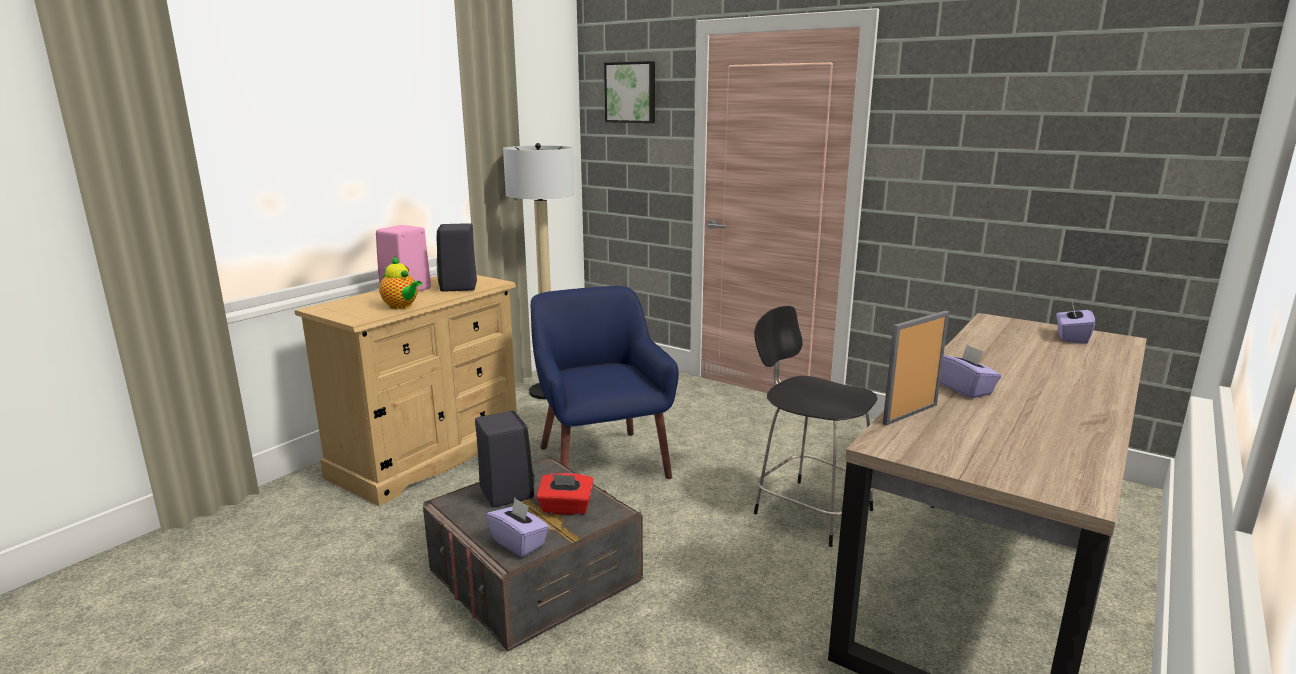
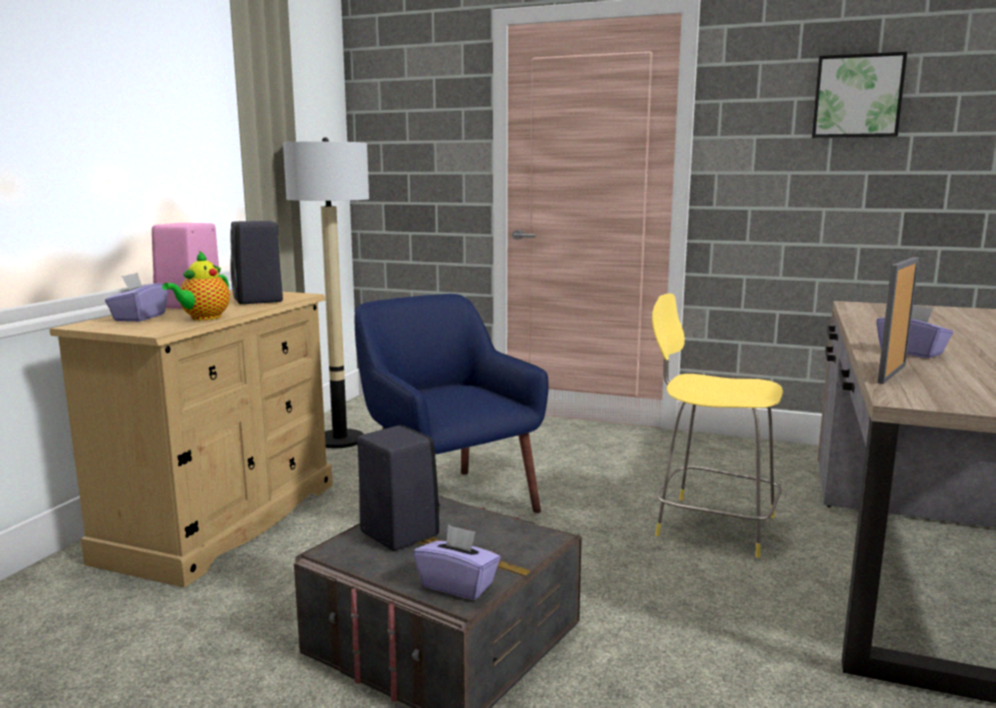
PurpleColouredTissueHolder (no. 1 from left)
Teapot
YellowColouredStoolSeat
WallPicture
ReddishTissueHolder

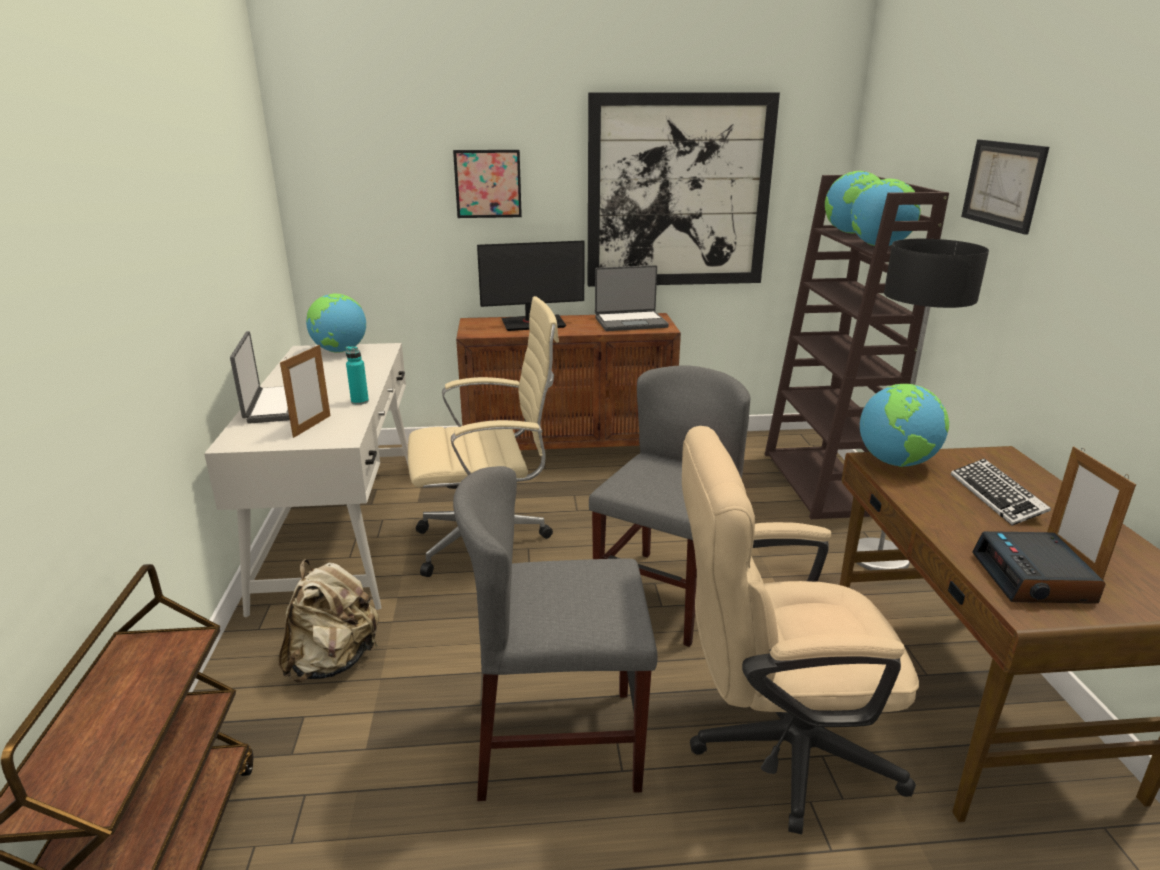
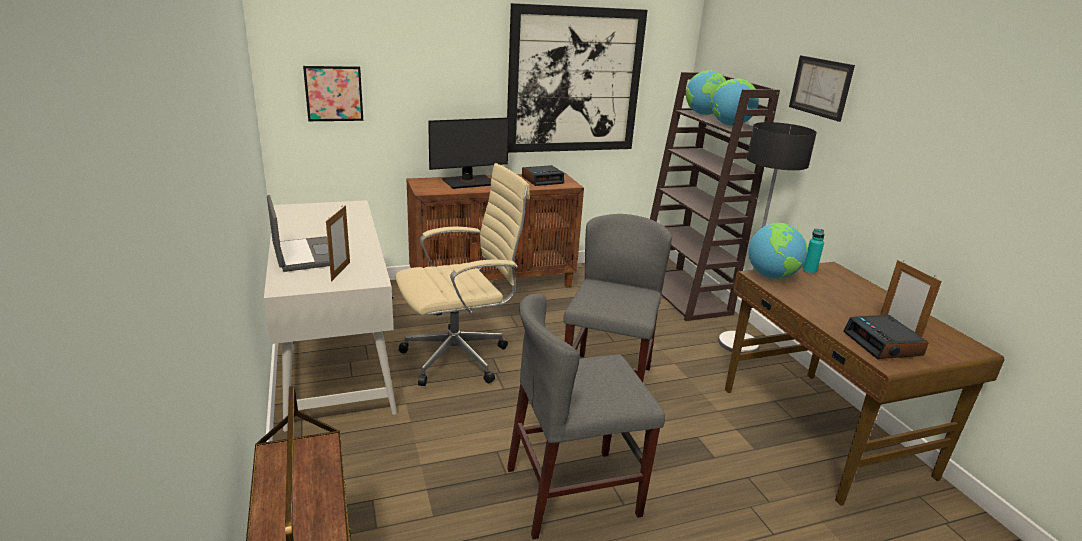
WallPicture (no. 1 from left)
TableClock (no. 1 from left)
TurquoiseBottle
BeigeBackpack
Globe (no. 1 from left in the first image)
BeigeOfficeChair (no. 2 from left in the first image)
ComputerKeyboard

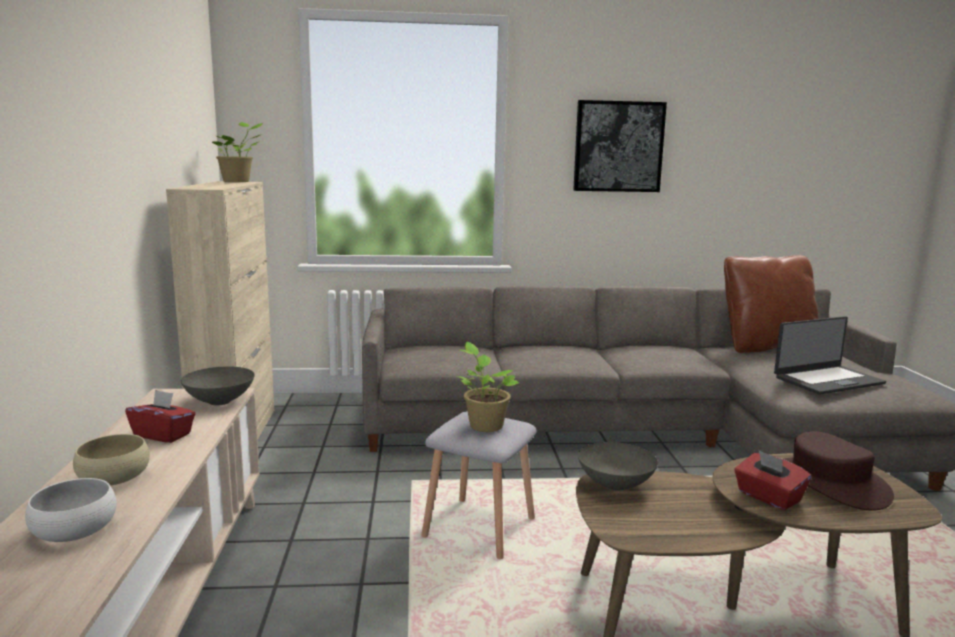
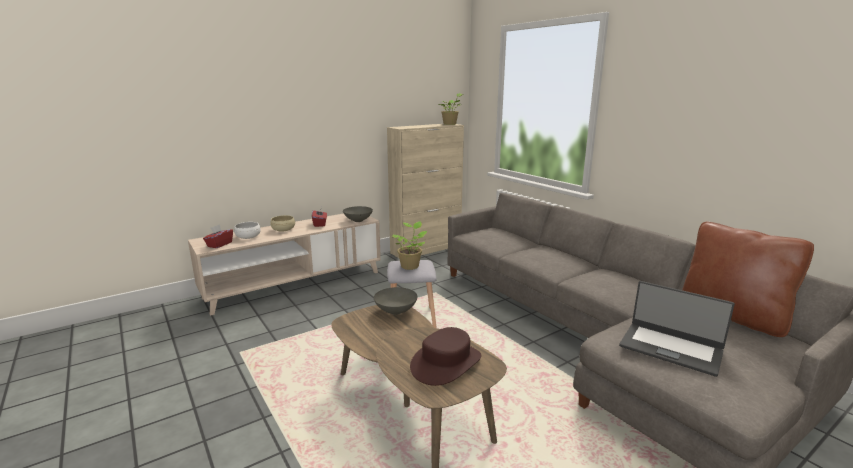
ReddishTissueHolder (no. 1 from left)
WallPicture

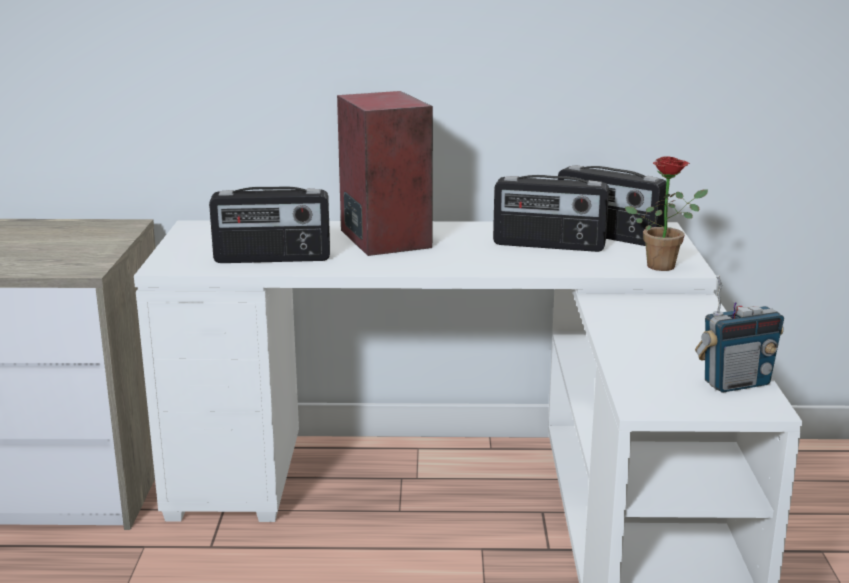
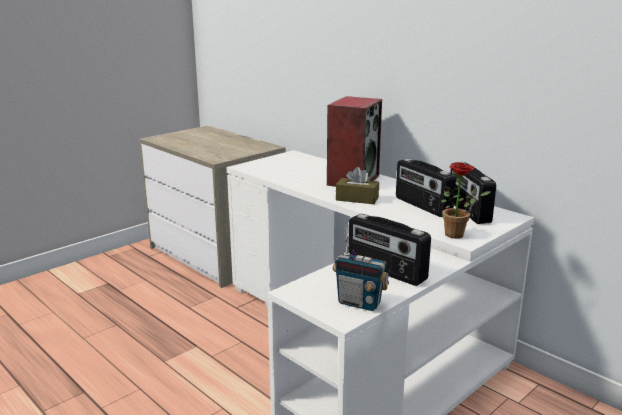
BrownTissueHolder
RadioSet (no. 2 from left)

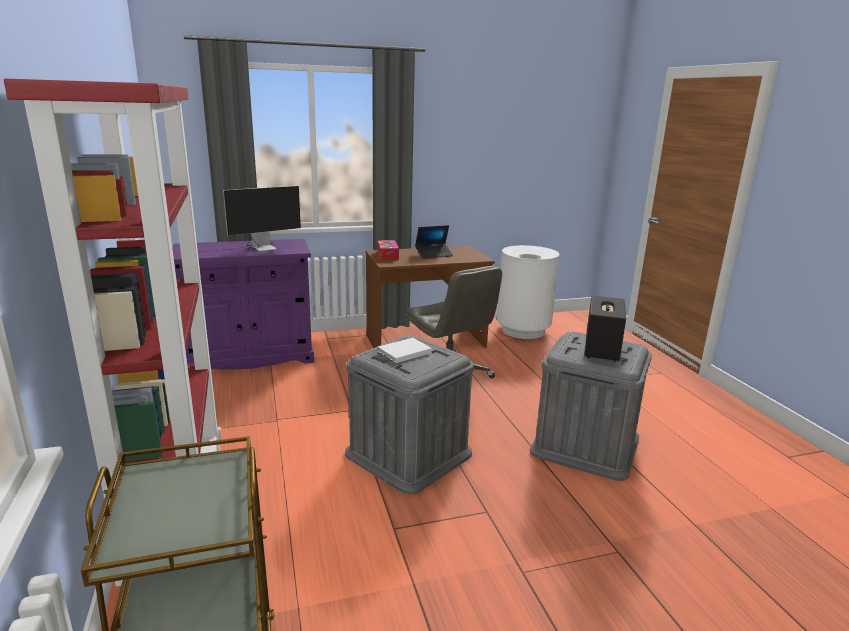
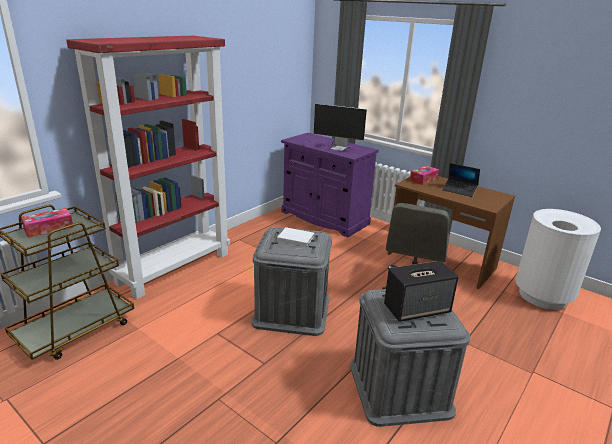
TissueHolder (no. 1 from left)

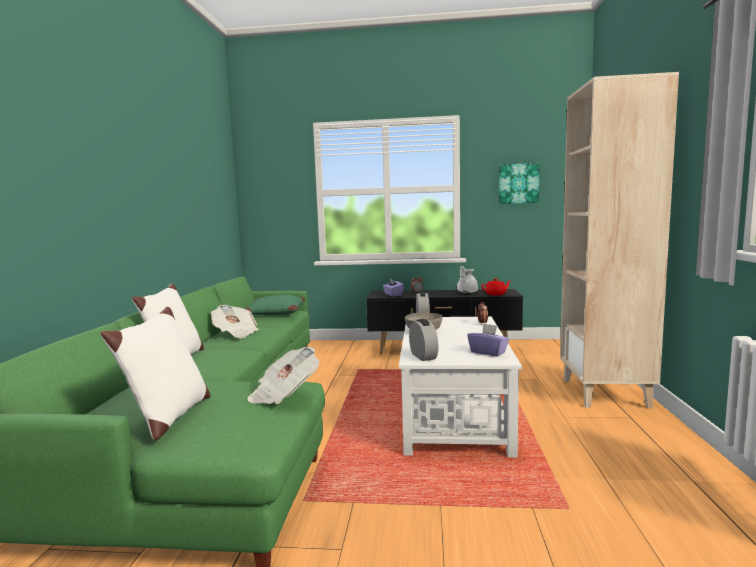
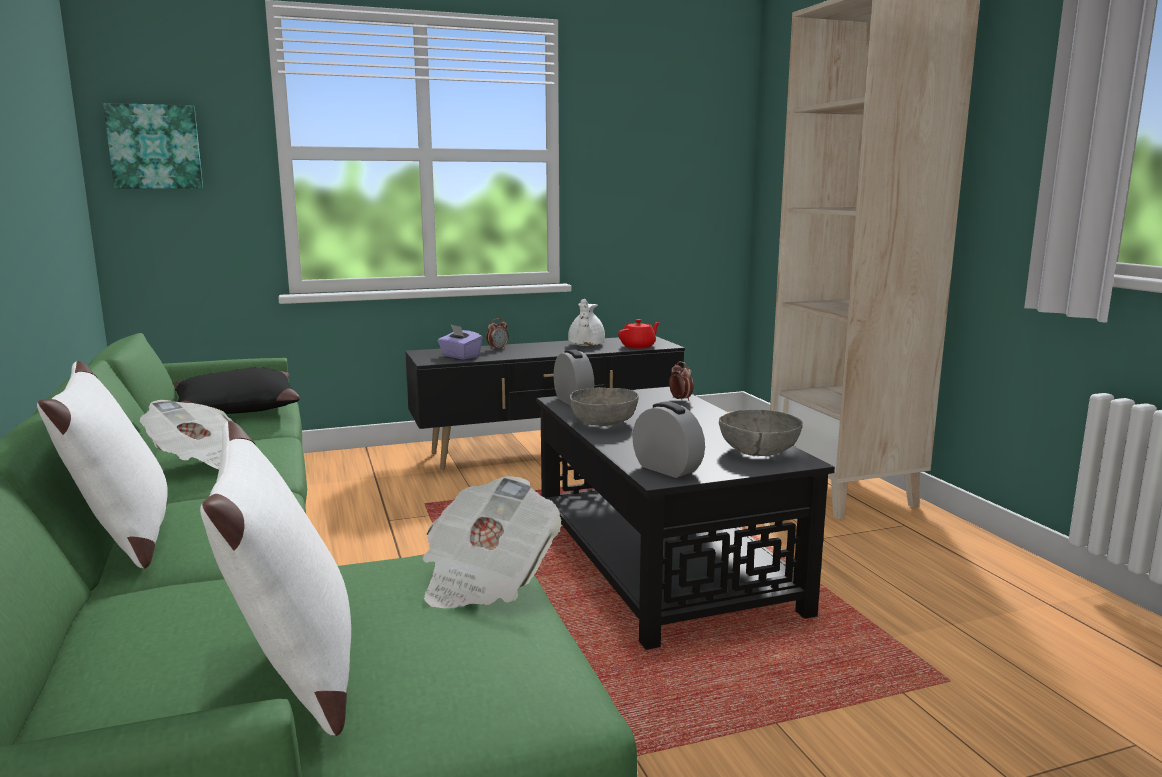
WallPicture
BlackColouredThrowPillow
BlackColouredLoungeTable
GreyServingBowl (no. 2 from left)

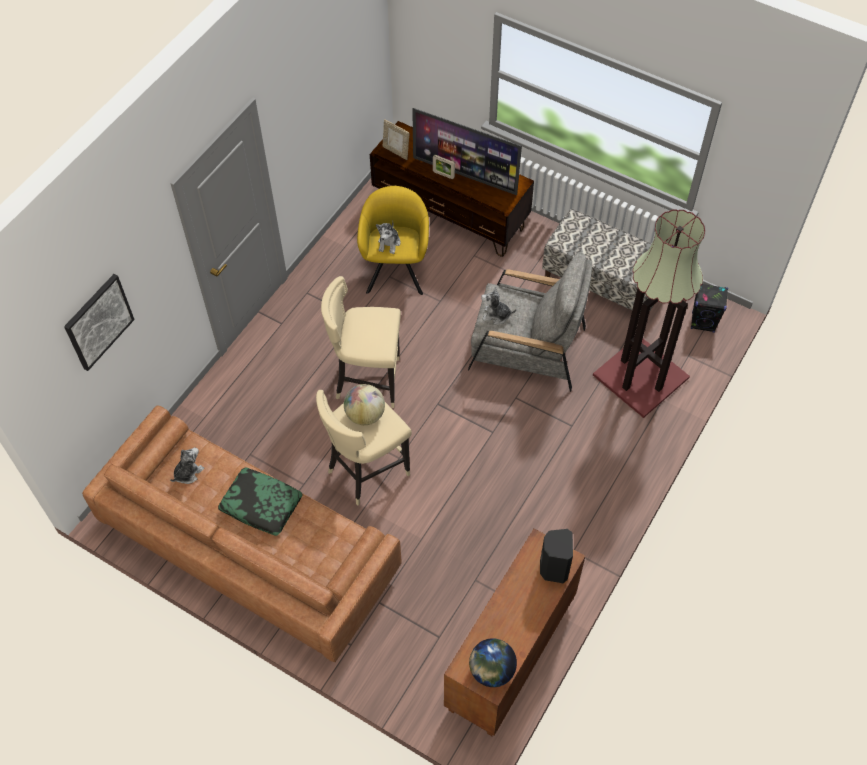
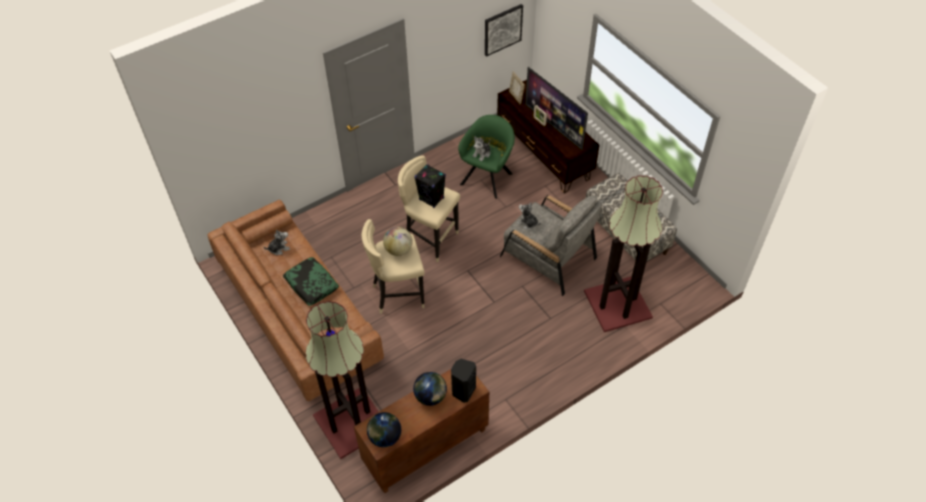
FloorLamp (no. 1 from left)
Globe (no. 3 from left)
BlackColouredSpeaker (no. 1 from left)
GreenishLoungeChair
WallPicture

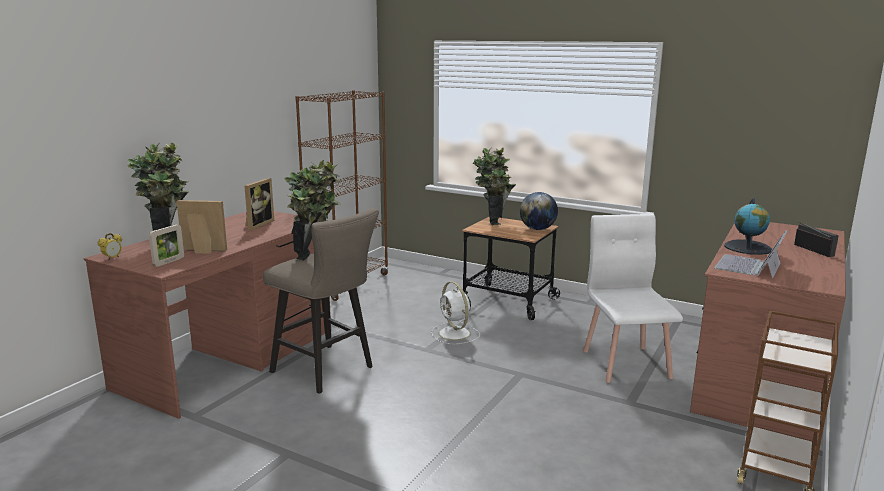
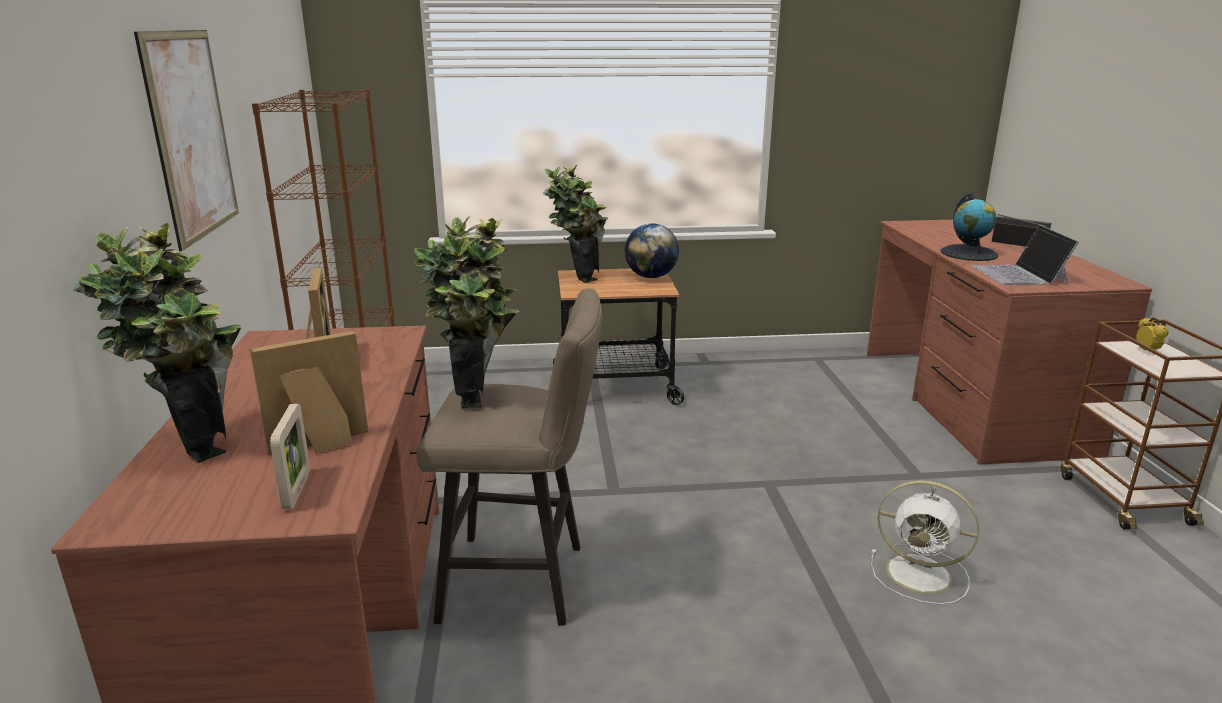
WallPicture
WhiteColouredElectricFan
TableClock
WhiteColouredUprightChair

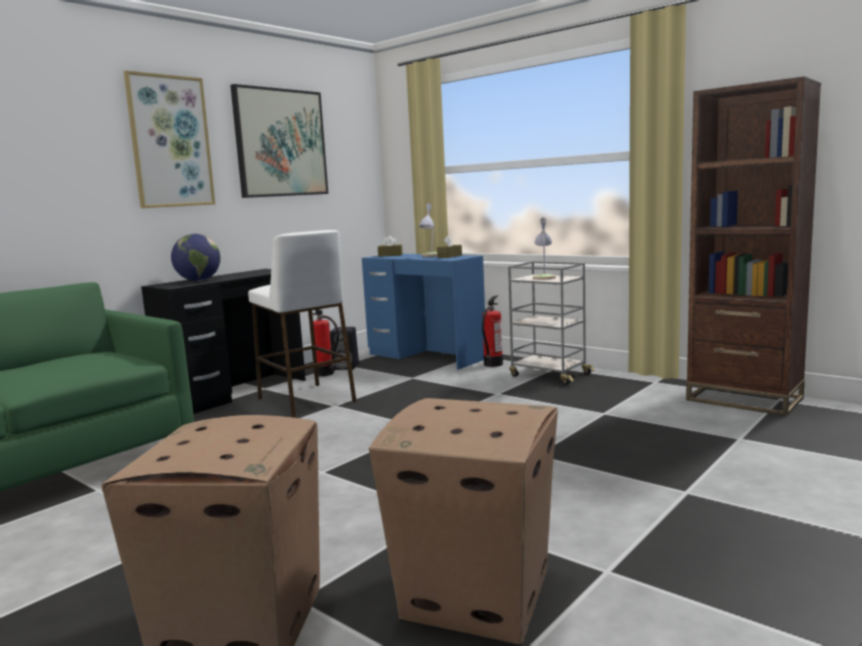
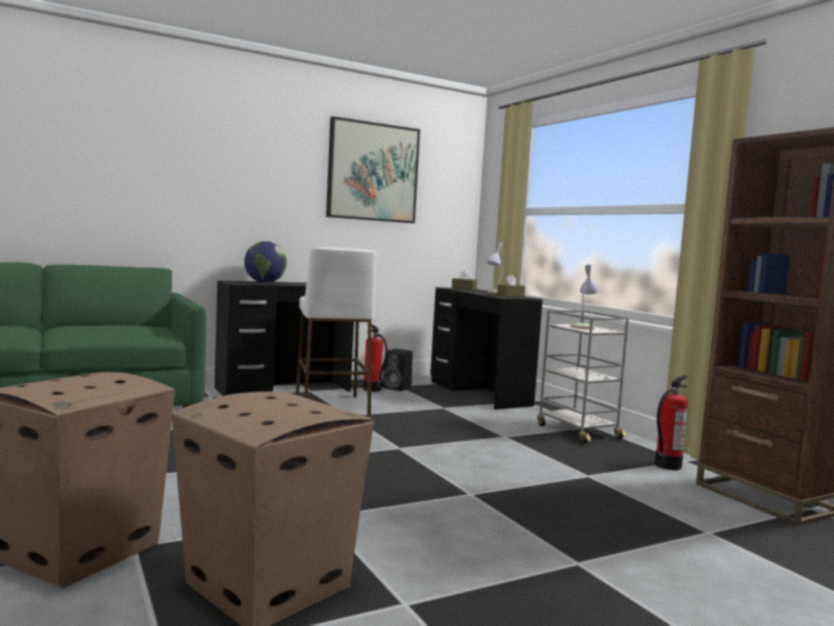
BlackColouredDesk (no. 2 from left)
FireFightingCylinder (no. 2 from left)
WallPicture (no. 1 from left in the first image)

